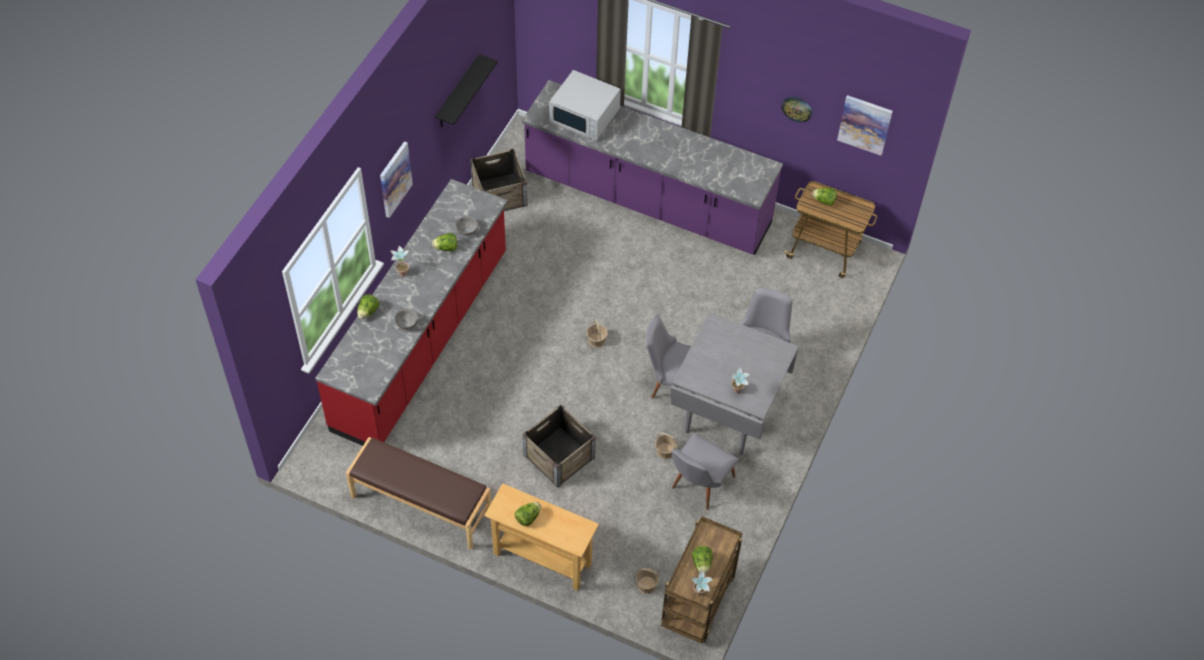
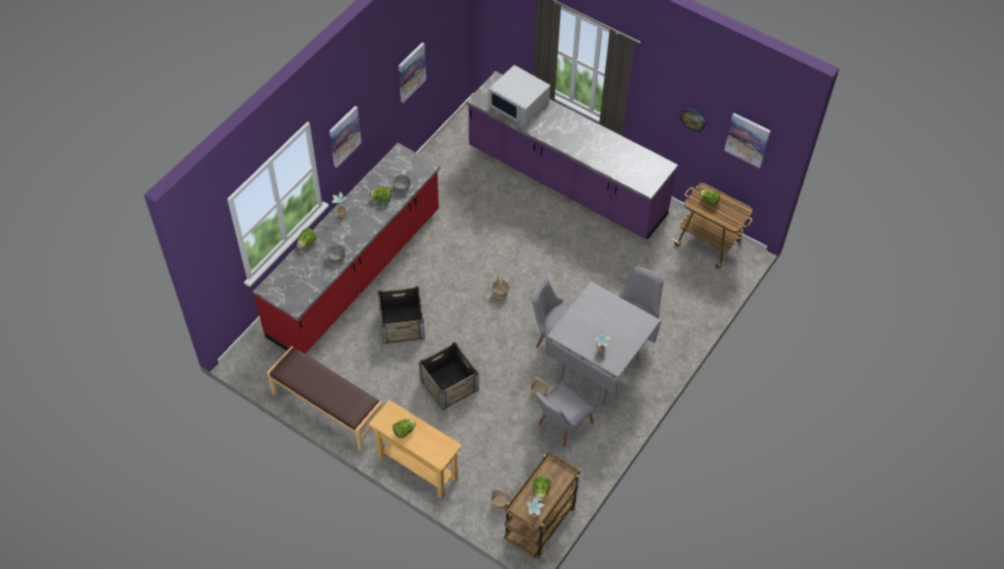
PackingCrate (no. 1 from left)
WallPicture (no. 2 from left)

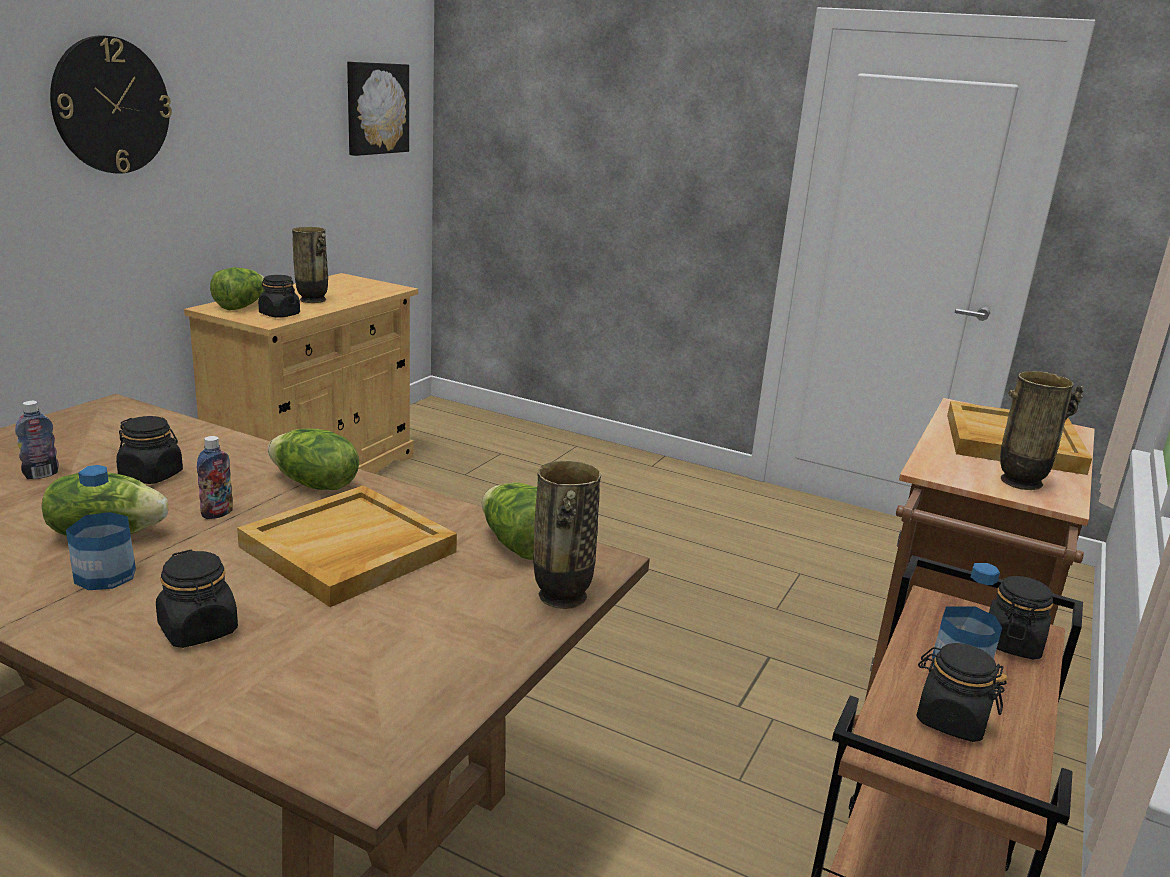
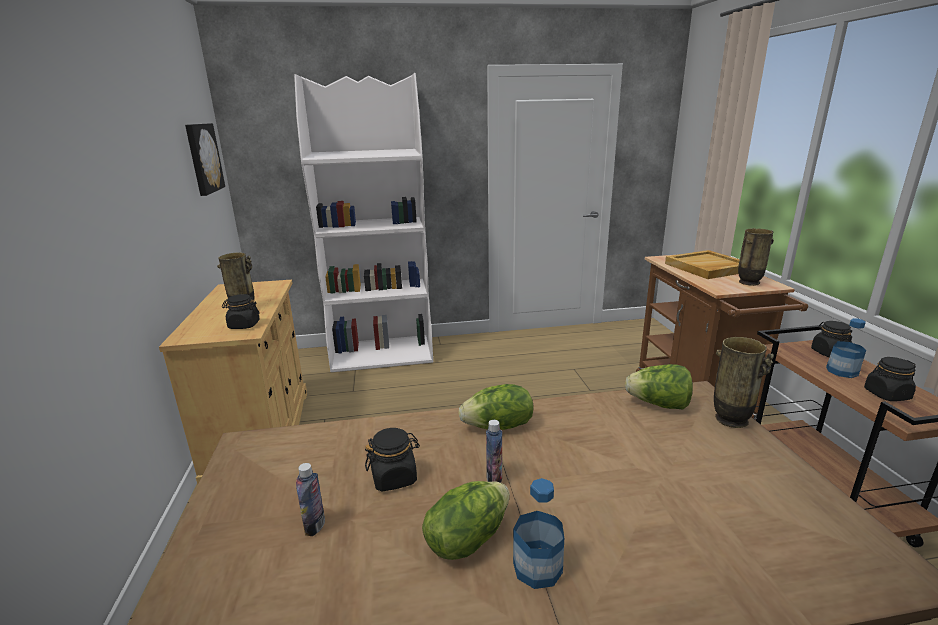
WhiteColouredShelvingUnit
WallClock
BlackColouredStorageJar (no. 2 from left in the first image)
HeadOfLettuce (no. 2 from left in the first image)
BeigeCarryingTray (no. 1 from left in the first image)

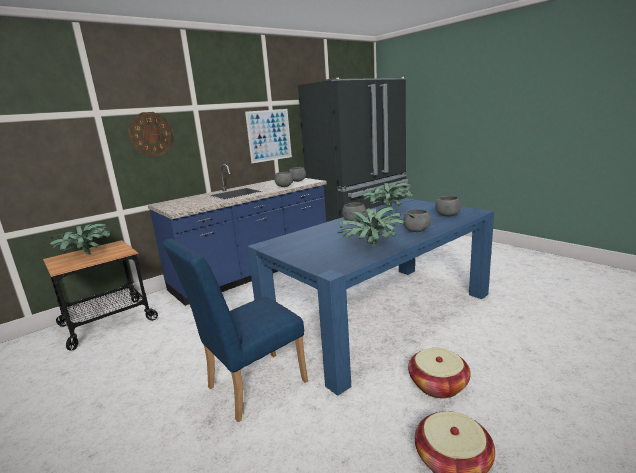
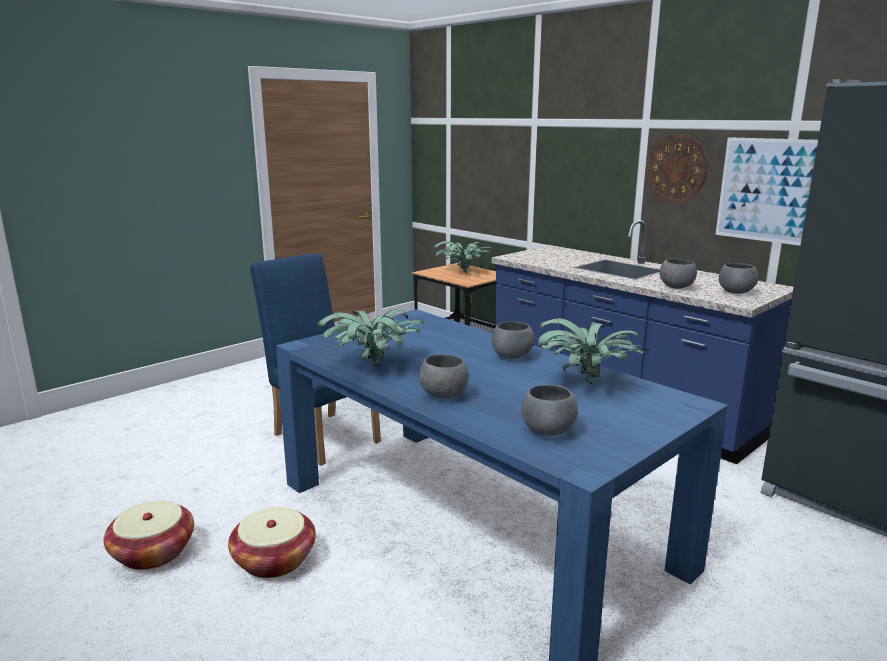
WallClock

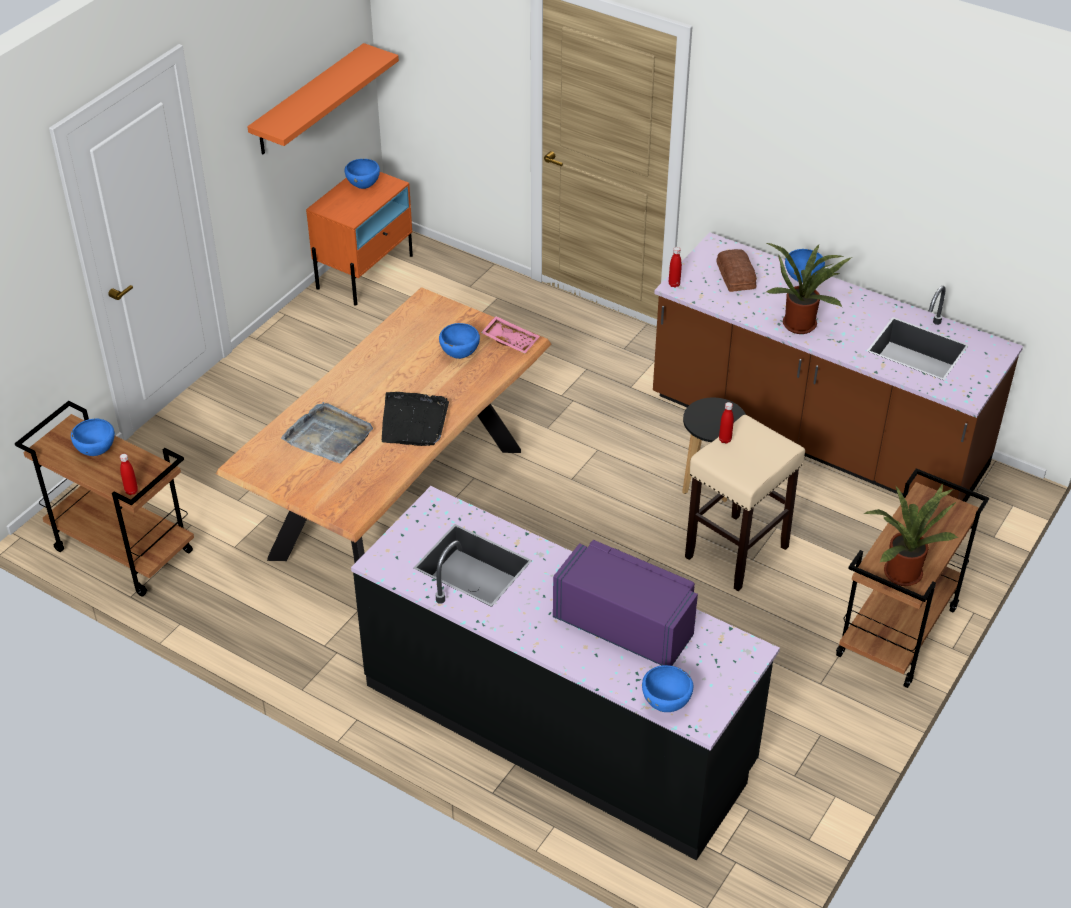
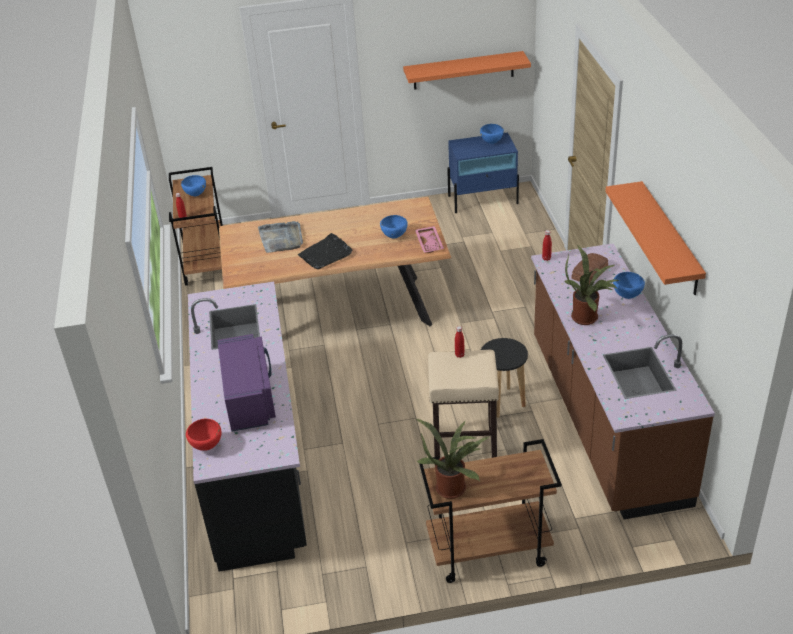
ReddishServingBowl
BluishNightstand
OrangeyWallShelf (no. 2 from left)

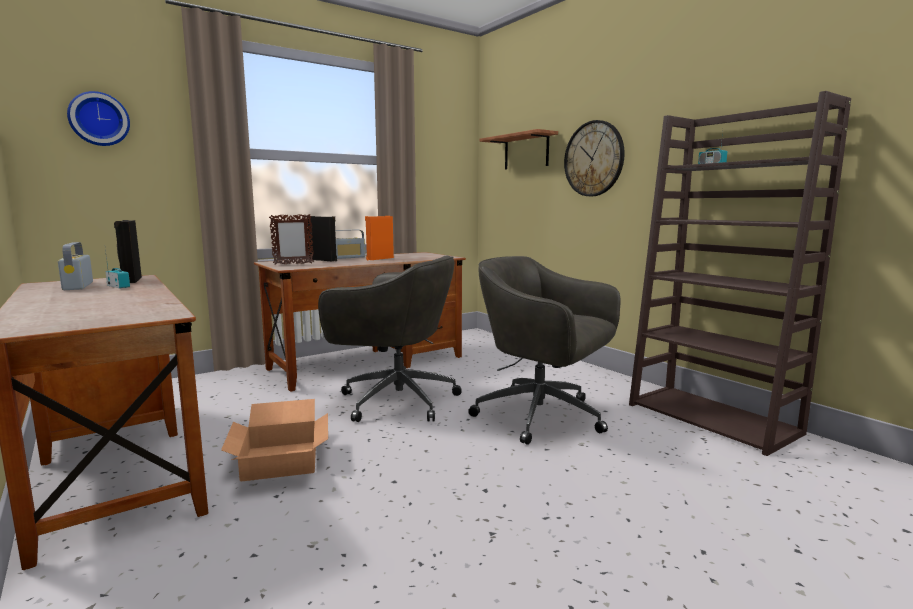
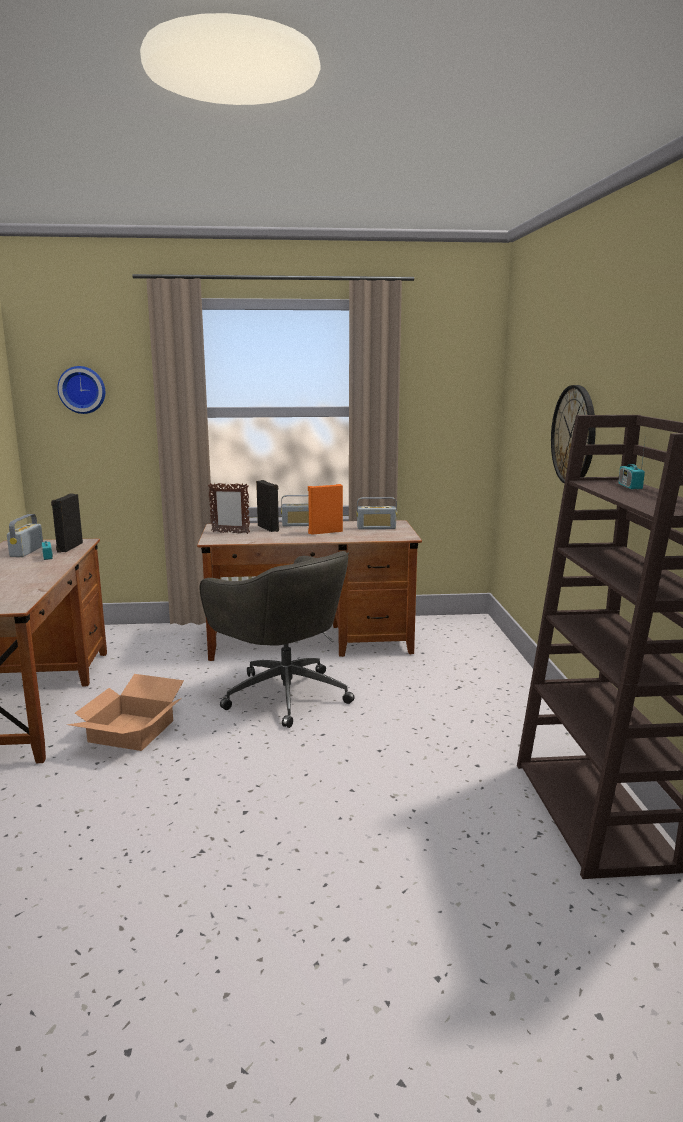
RadioSet (no. 4 from left)
GreyOfficeChair (no. 2 from left in the first image)
WallShelf

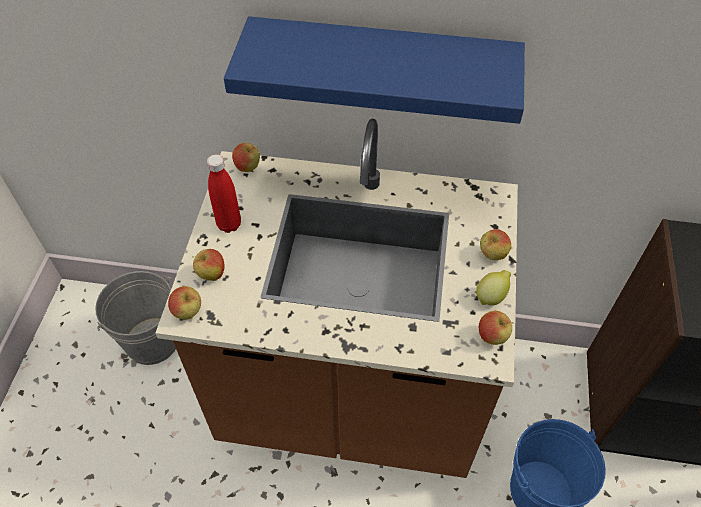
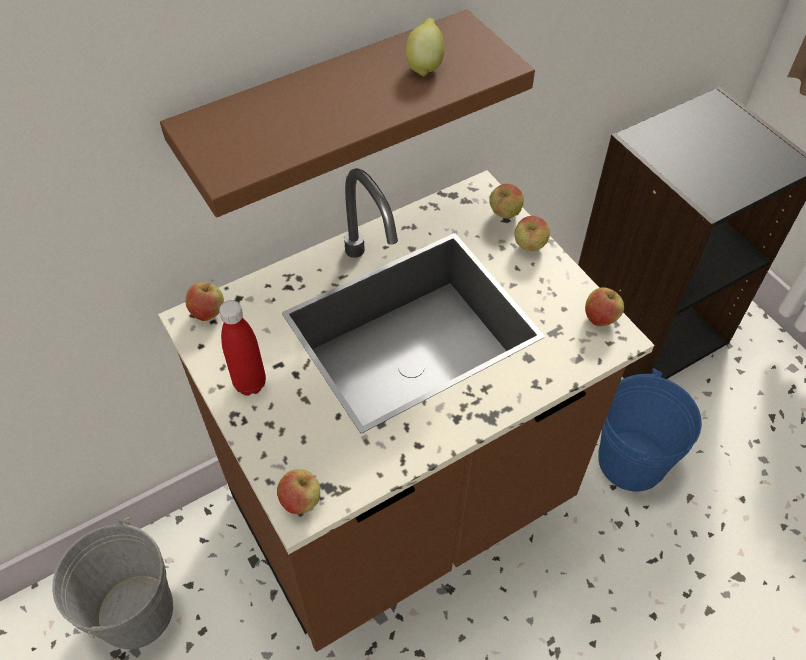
BrownWallShelf
CitrusFruit
WholeApple (no. 3 from left)

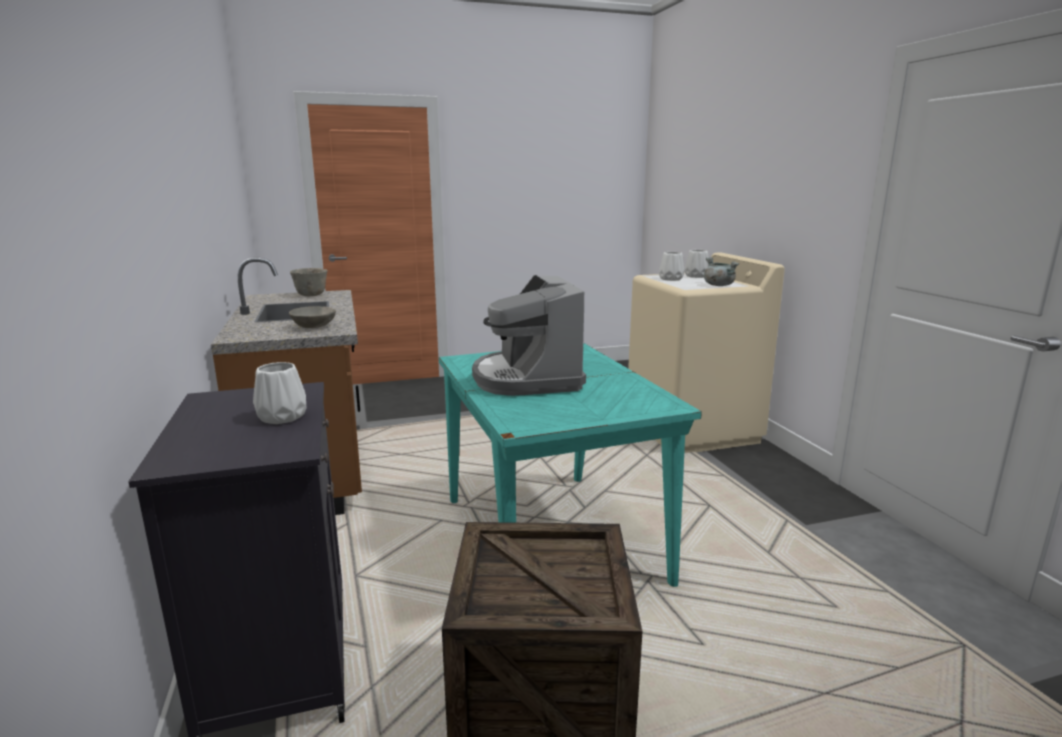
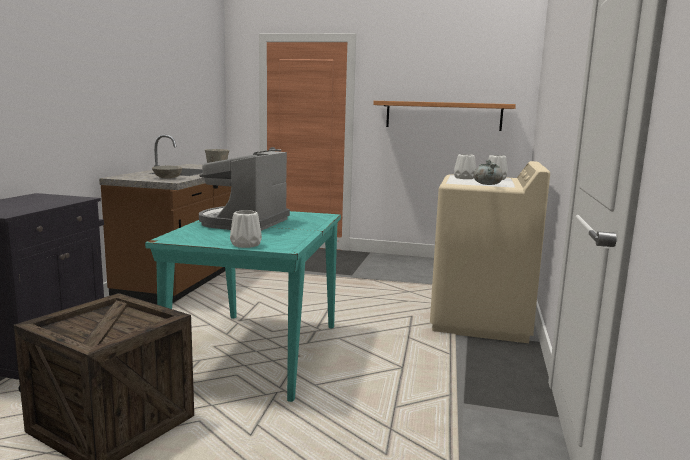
WhiteColouredDecorativeVase (no. 1 from left)
WallShelf

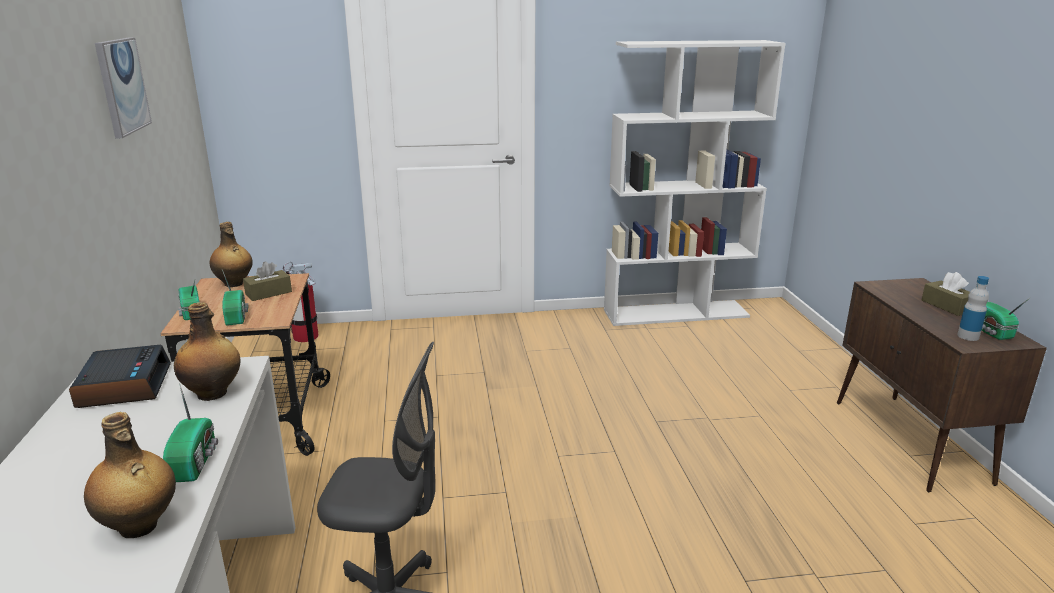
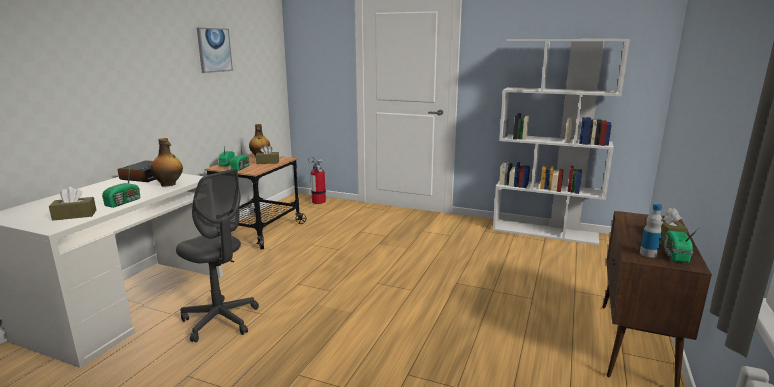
BrownTissueHolder (no. 1 from left)

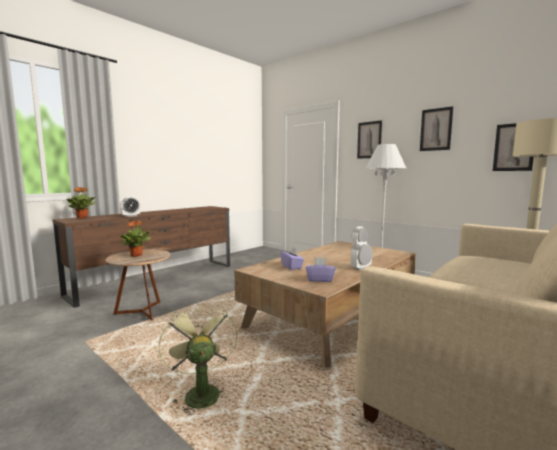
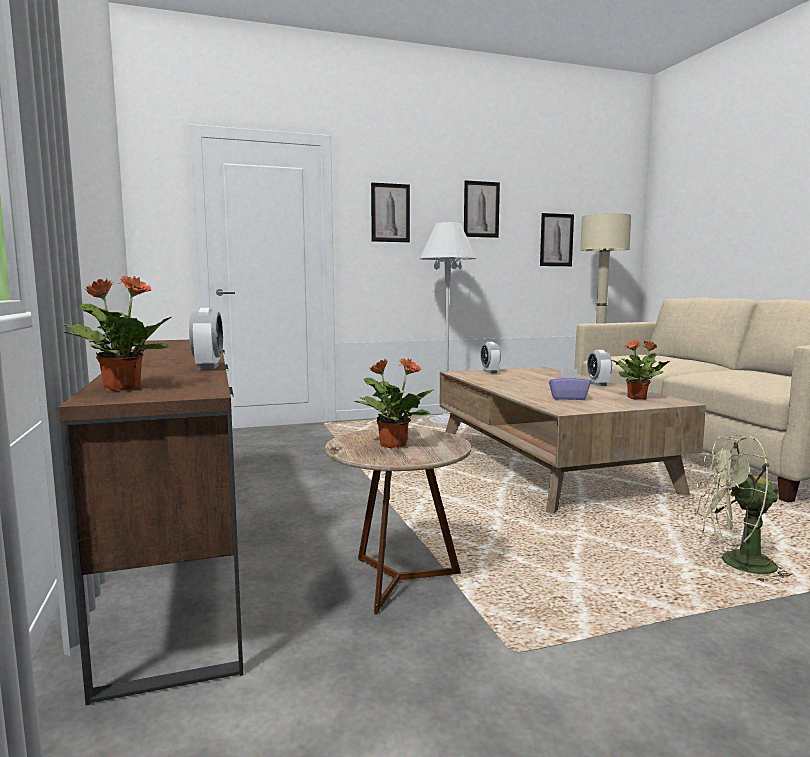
PottedPlant (no. 3 from left)

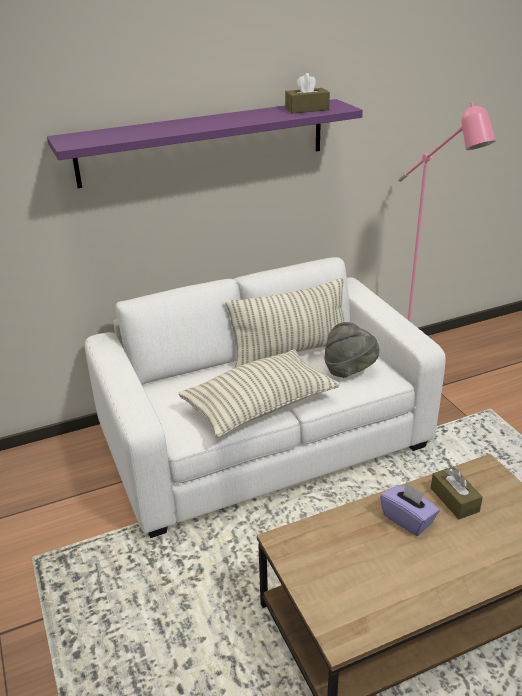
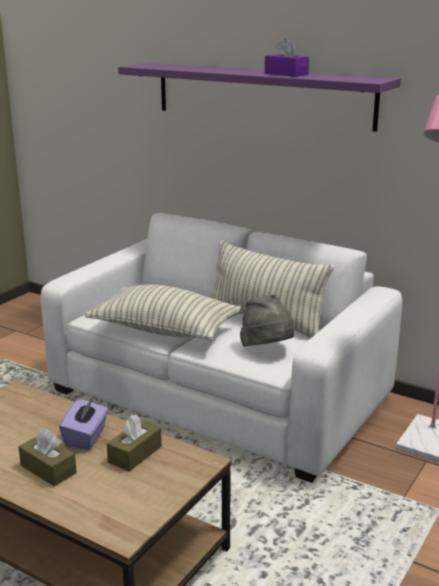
BrownTissueHolder (no. 1 from left)
PurpleColouredTissueHolder (no. 2 from left)

